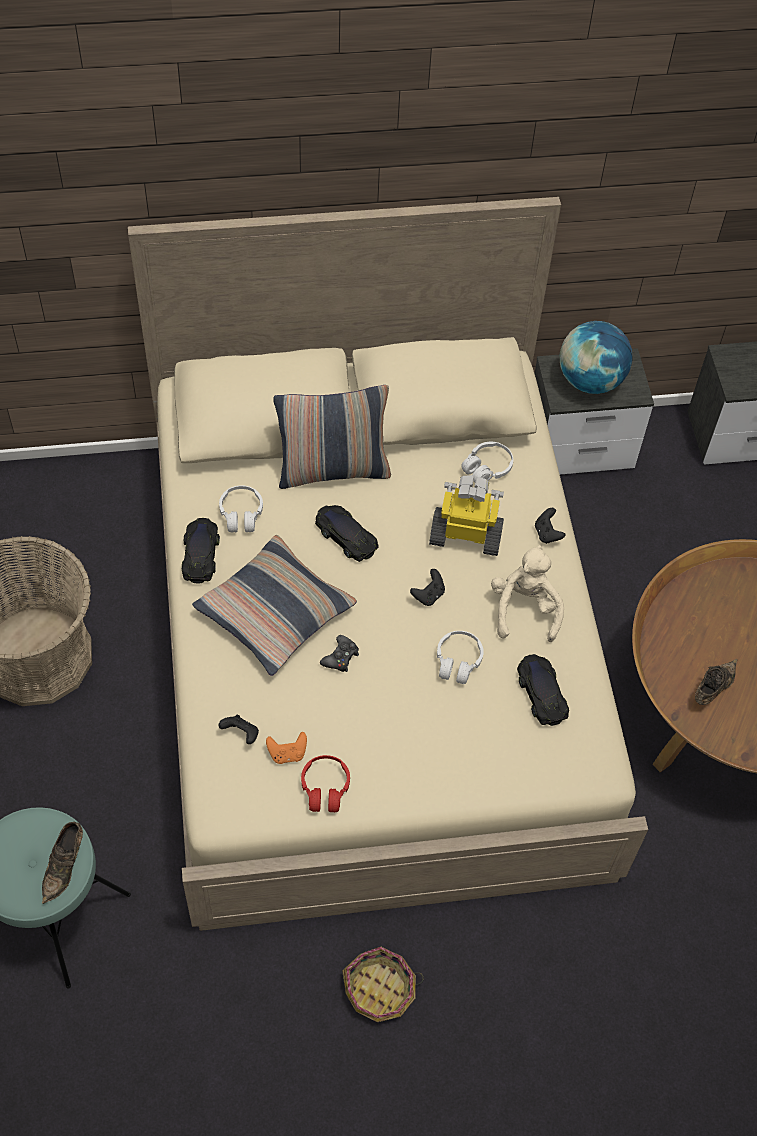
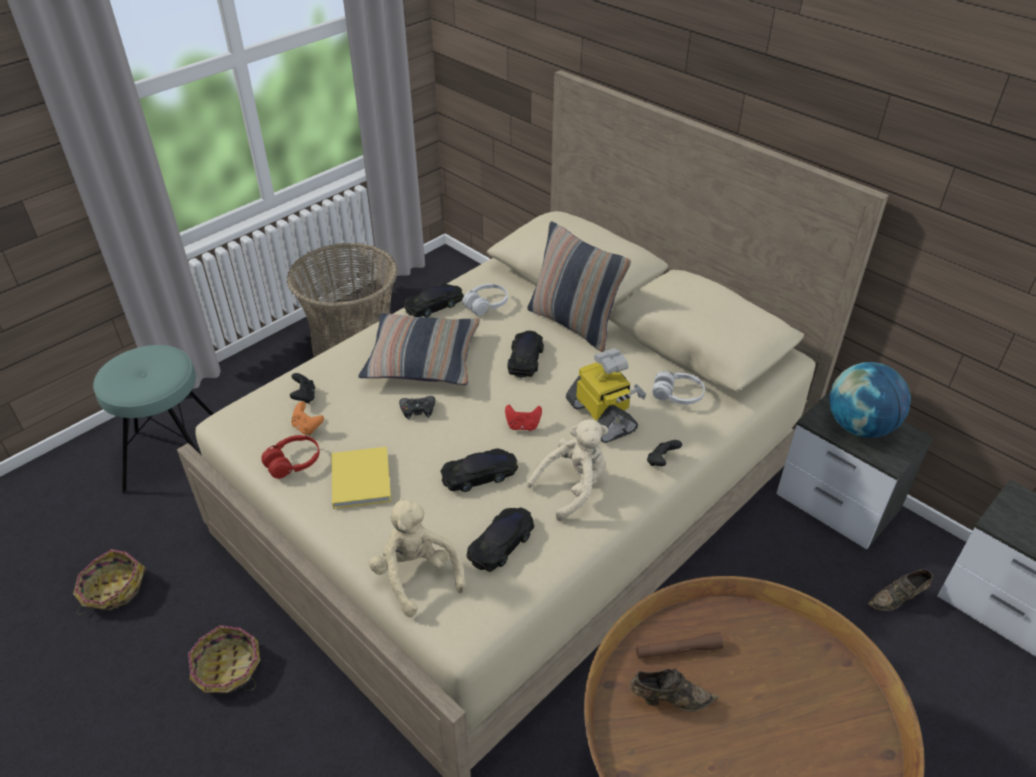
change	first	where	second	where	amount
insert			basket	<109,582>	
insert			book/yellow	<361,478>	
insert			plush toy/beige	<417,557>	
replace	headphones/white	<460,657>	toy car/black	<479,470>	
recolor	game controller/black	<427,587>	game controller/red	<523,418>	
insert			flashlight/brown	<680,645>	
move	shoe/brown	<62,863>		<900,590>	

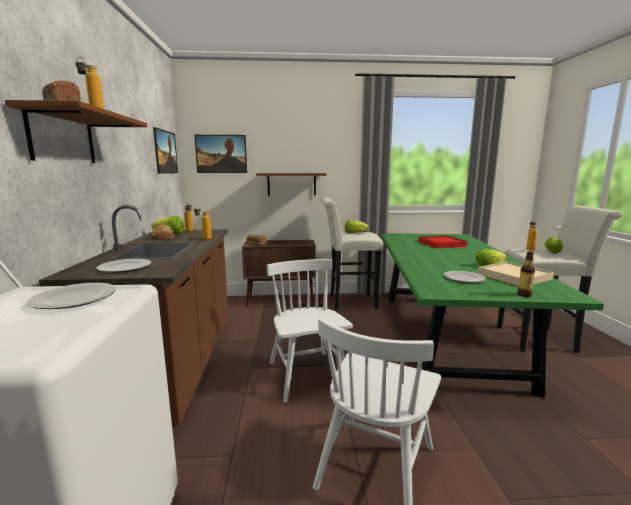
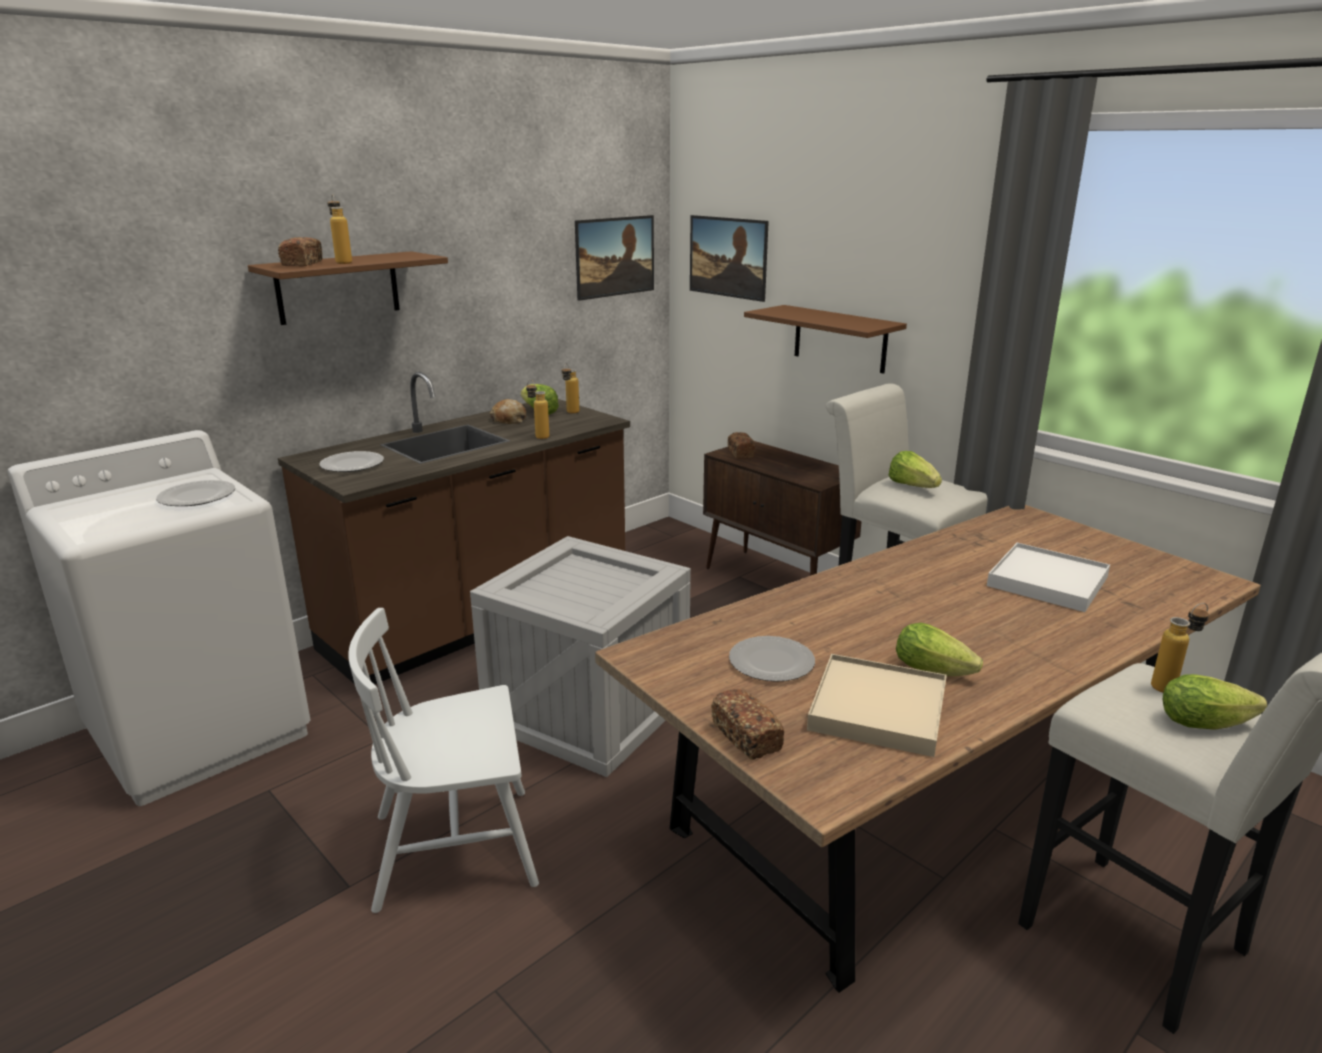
change	first	where	second	where	amount
replace	chair/white	<310,331>	crate	<580,656>	
recolor	dining table/green	<492,315>	dining table/brown	<928,749>	
replace	bottle	<526,274>	bread	<747,724>	
recolor	tray/red	<443,241>	tray/white	<1048,577>	

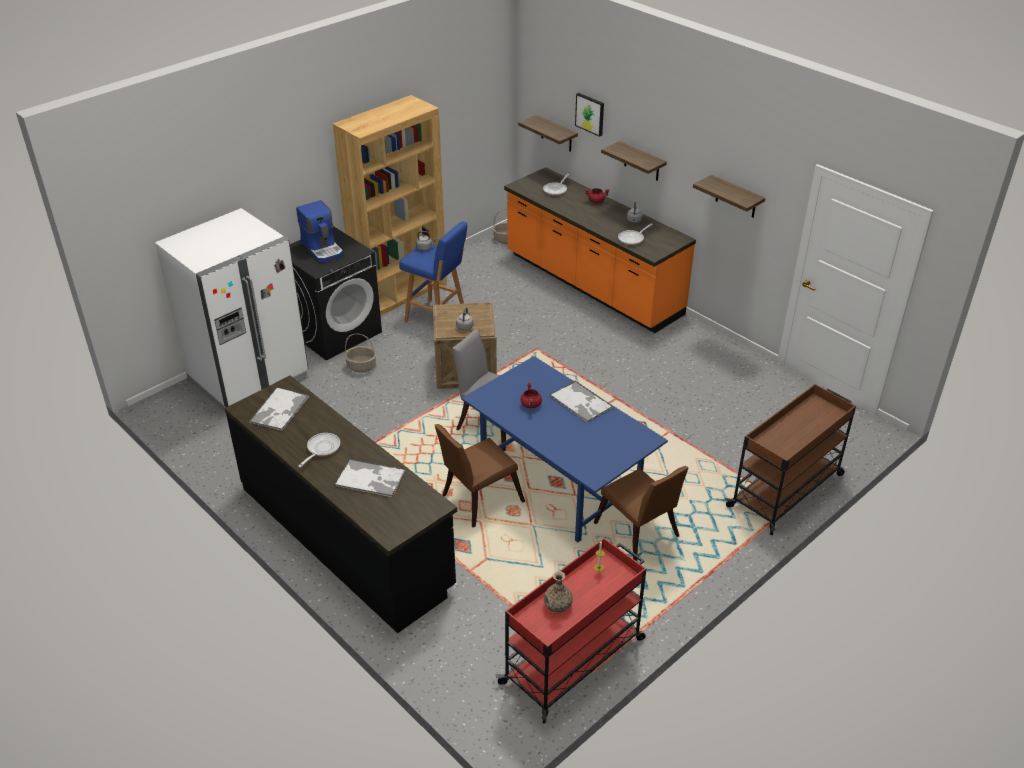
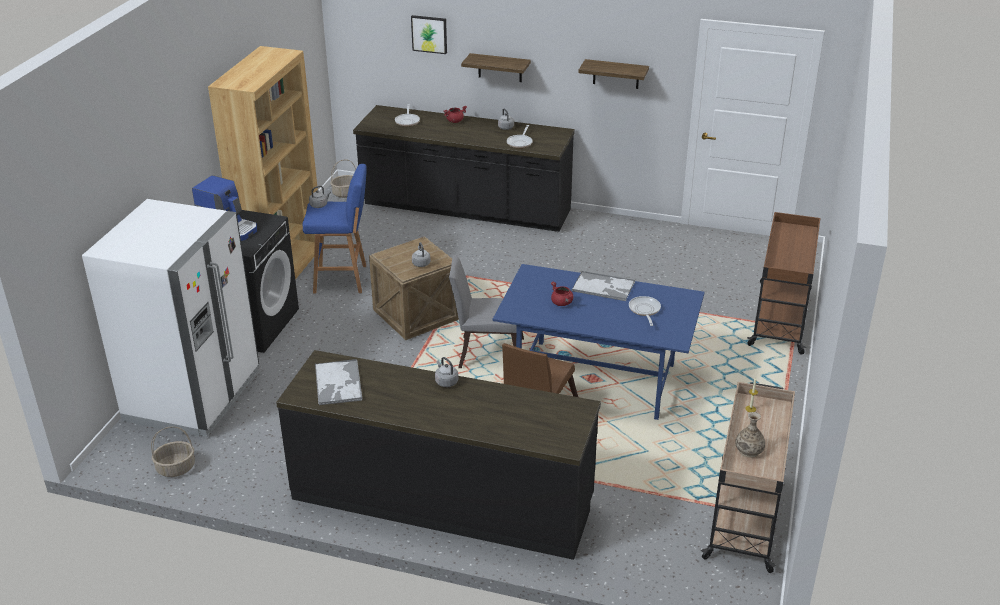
change	first	where	second	where	amount
move	basket	<360,353>		<173,451>	
recolor	counter/orange	<600,250>	counter/black	<464,168>	
insert			kettle/grey	<446,372>	
move	frying pan	<319,450>		<645,311>	
recolor	cart/red	<571,631>	cart/beige	<748,477>	
delete	tray	<370,478>			
delete	shelf	<548,133>			
delete	chair/brown	<641,513>			

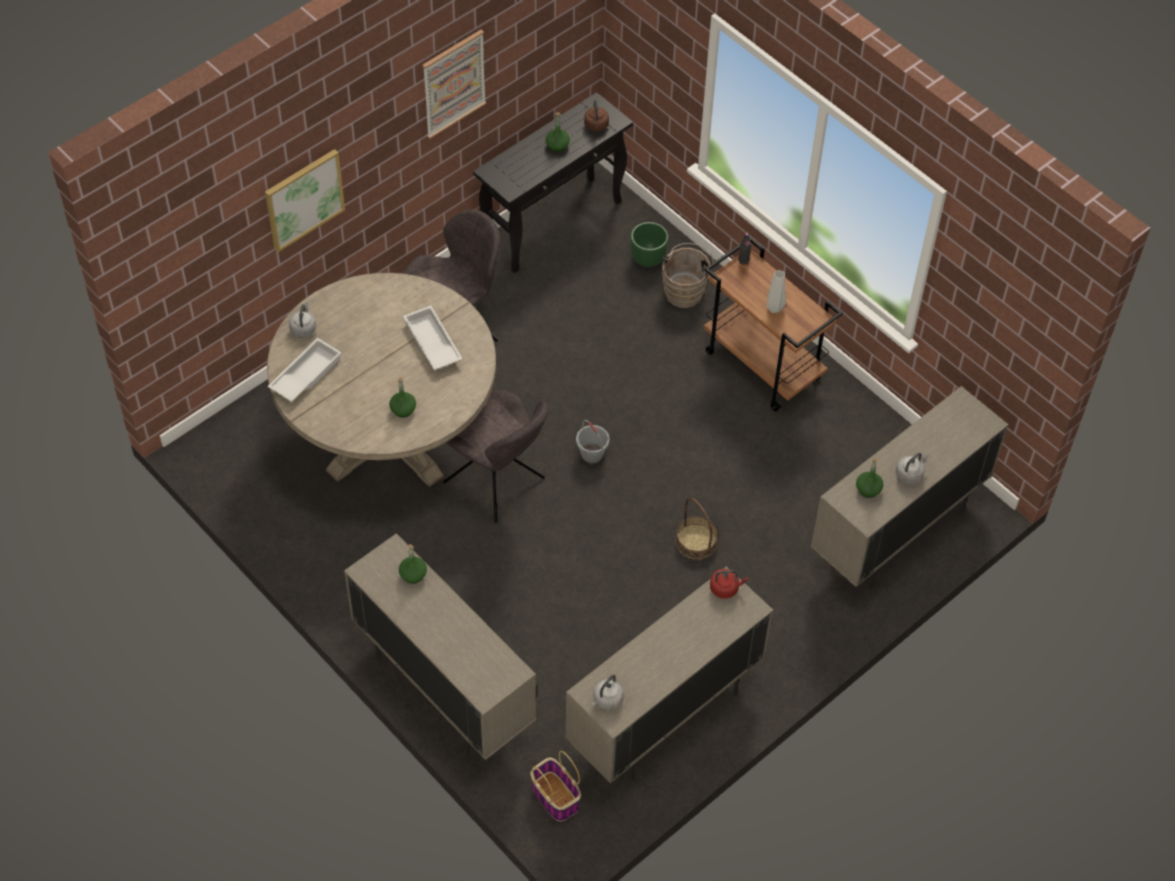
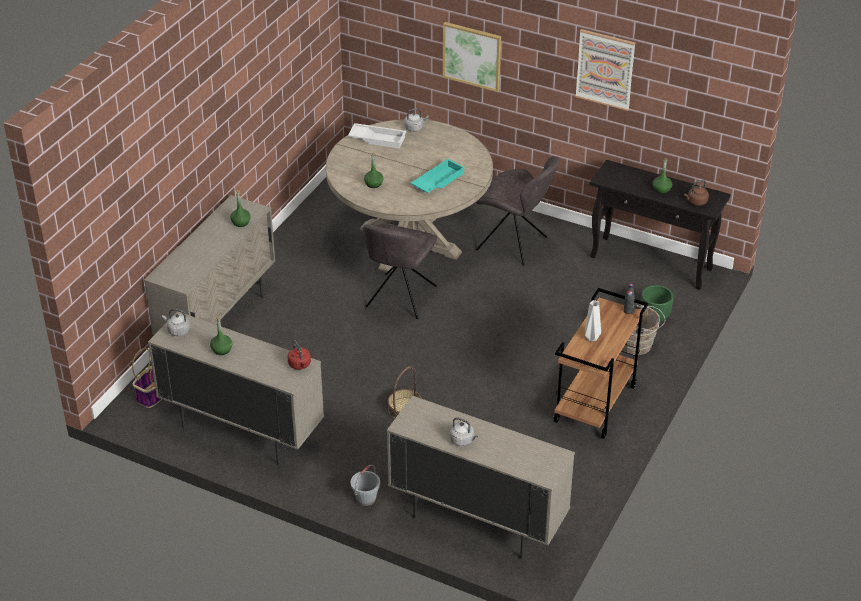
change	first	where	second	where	amount
move	bottle/green	<870,478>		<221,335>	
move	bucket/grey	<592,442>		<365,485>	
recolor	tray/white	<432,338>	tray/turquoise	<437,176>	

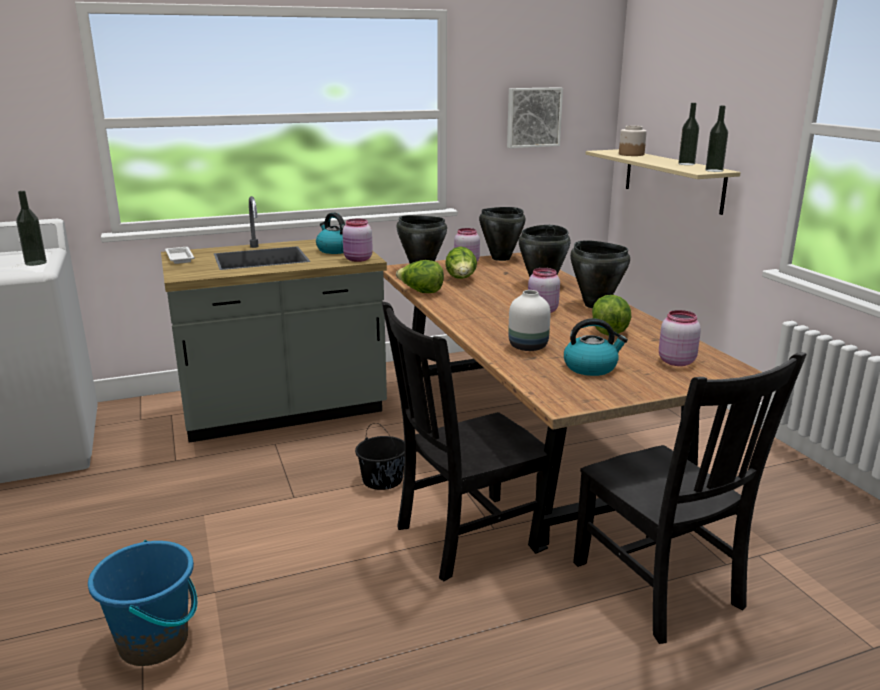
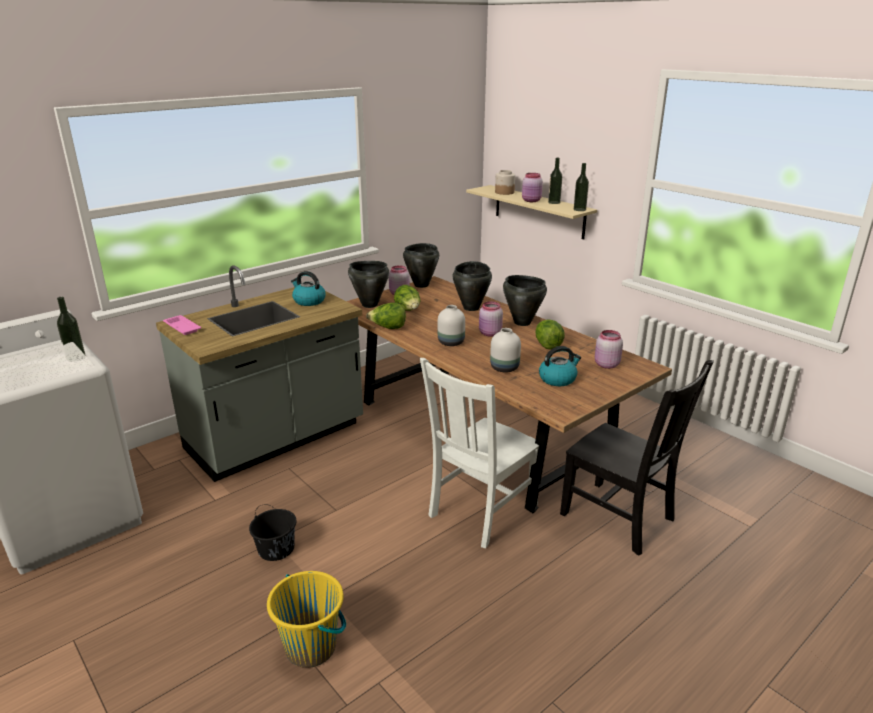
change	first	where	second	where	amount
recolor	tray/white	<180,255>	tray/pink	<182,325>	
move	bucket/black	<380,456>		<273,533>	
recolor	bucket/blue	<142,603>	bucket/yellow	<306,619>	
recolor	chair/black	<466,441>	chair/white	<479,453>	
insert			vase/white	<451,325>	
move	jar/pink	<357,240>		<532,187>	
delete	picture	<535,117>			

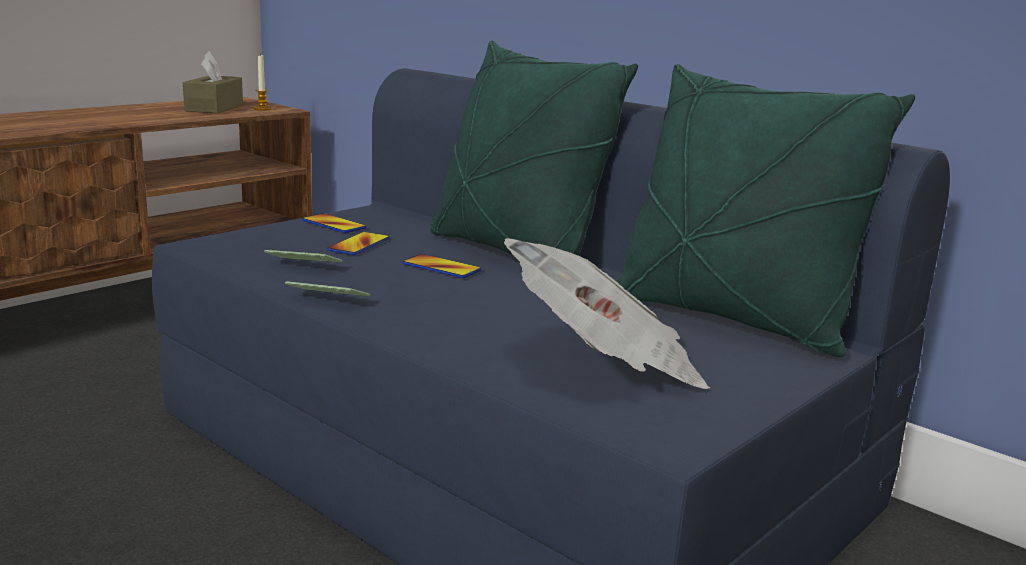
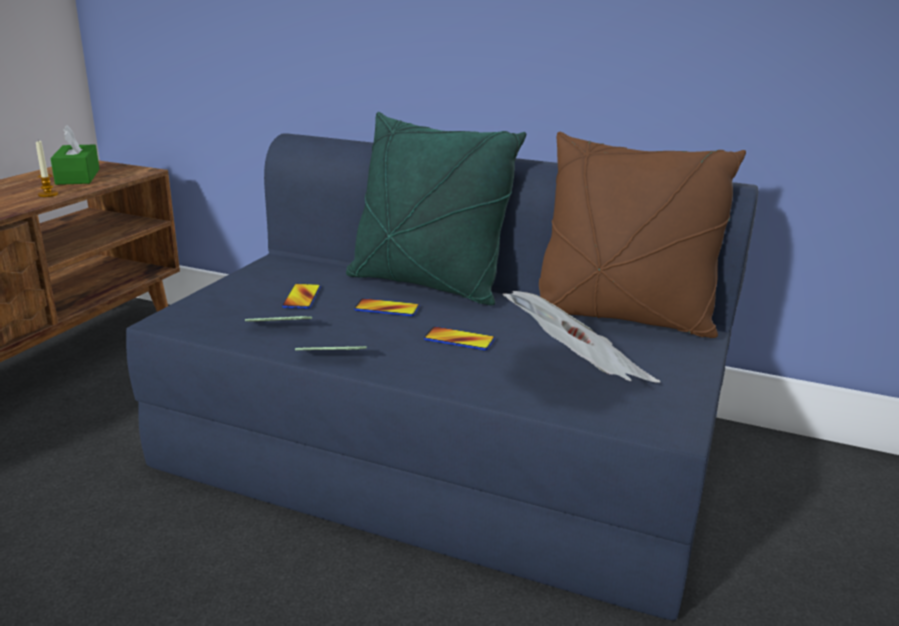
change	first	where	second	where	amount
move	candle	<262,82>		<47,168>	
recolor	tissue box/brown	<213,82>	tissue box/green	<75,155>	
move	phone	<334,223>		<459,338>	
recolor	pillow/green	<765,210>	pillow/brown	<642,235>	

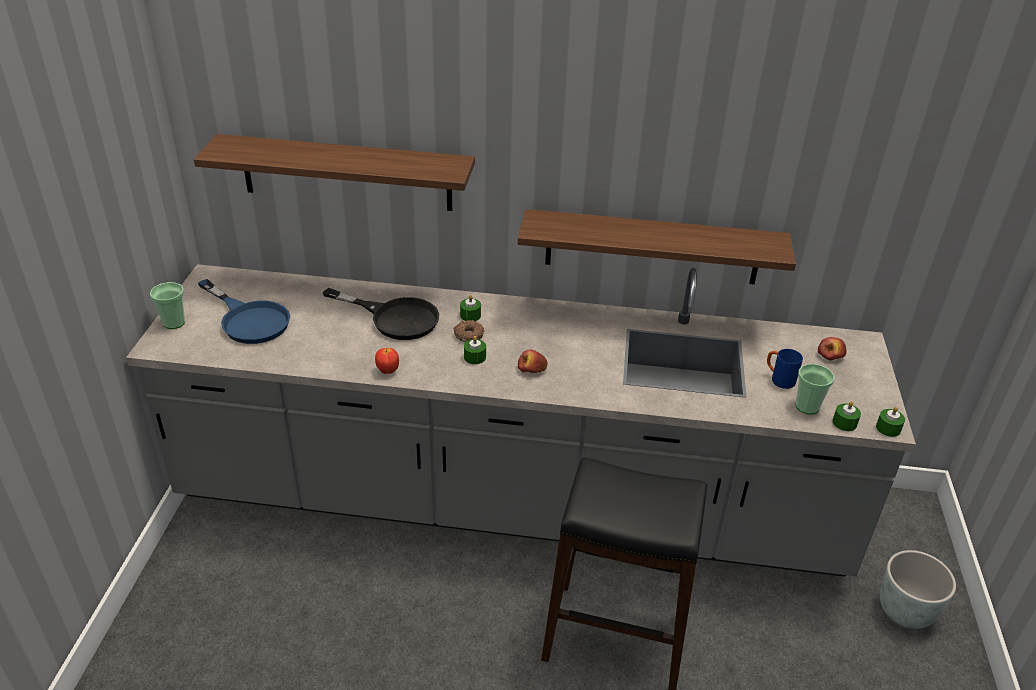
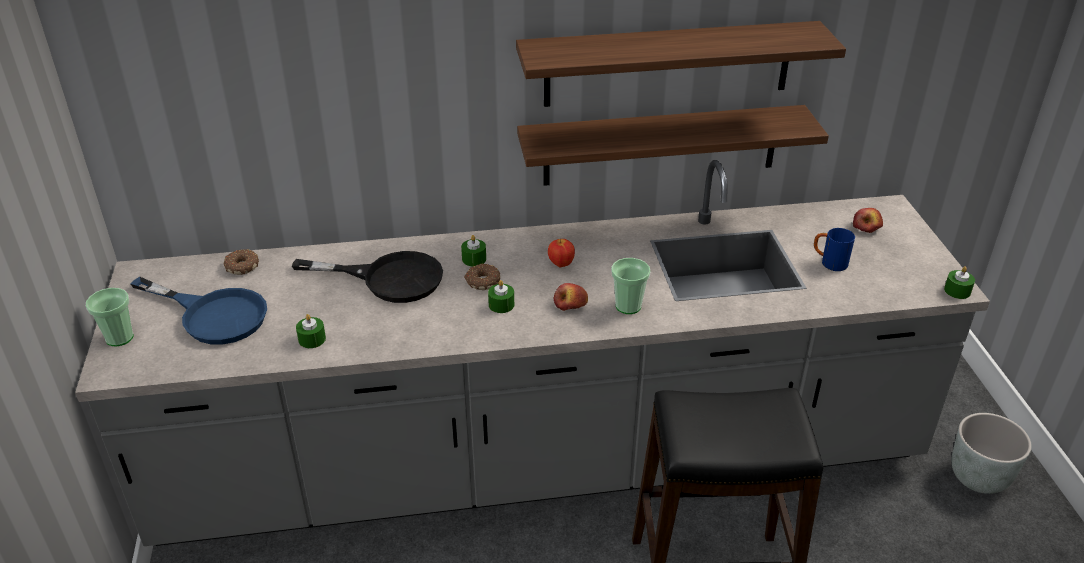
change	first	where	second	where	amount
insert			donut	<241,262>	
move	candle/green	<847,416>		<311,331>	
move	shelf	<334,172>		<681,64>	
move	apple	<387,361>		<561,253>	
move	cup	<815,389>		<631,286>	

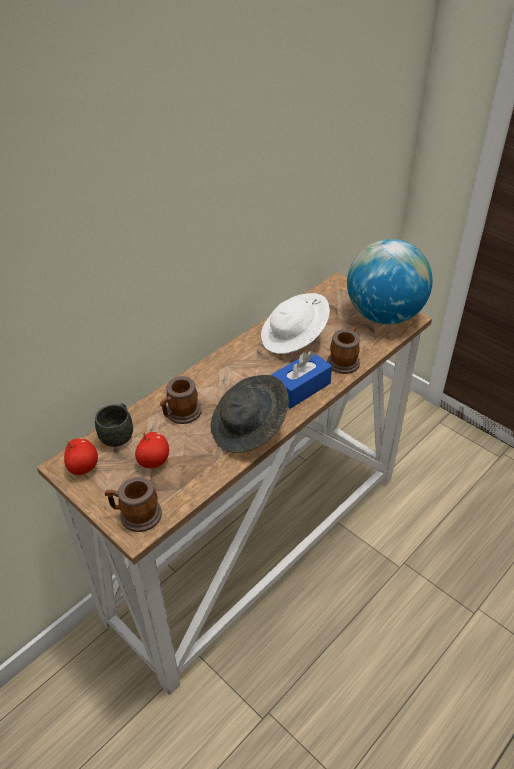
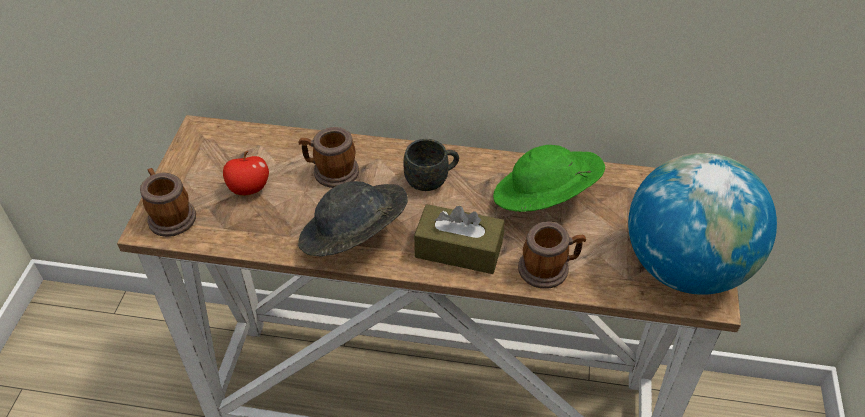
change	first	where	second	where	amount
move	mug/grey	<114,425>		<431,165>	
recolor	tissue box/blue	<301,380>	tissue box/brown	<459,239>	
recolor	hat/white	<295,323>	hat/green	<549,178>	
delete	apple	<81,456>			

